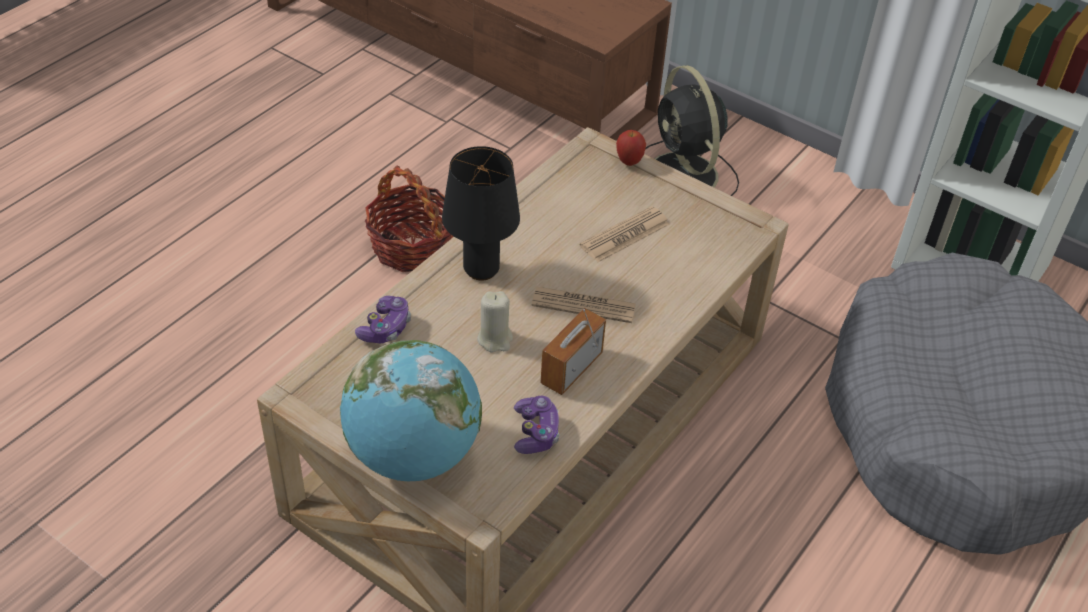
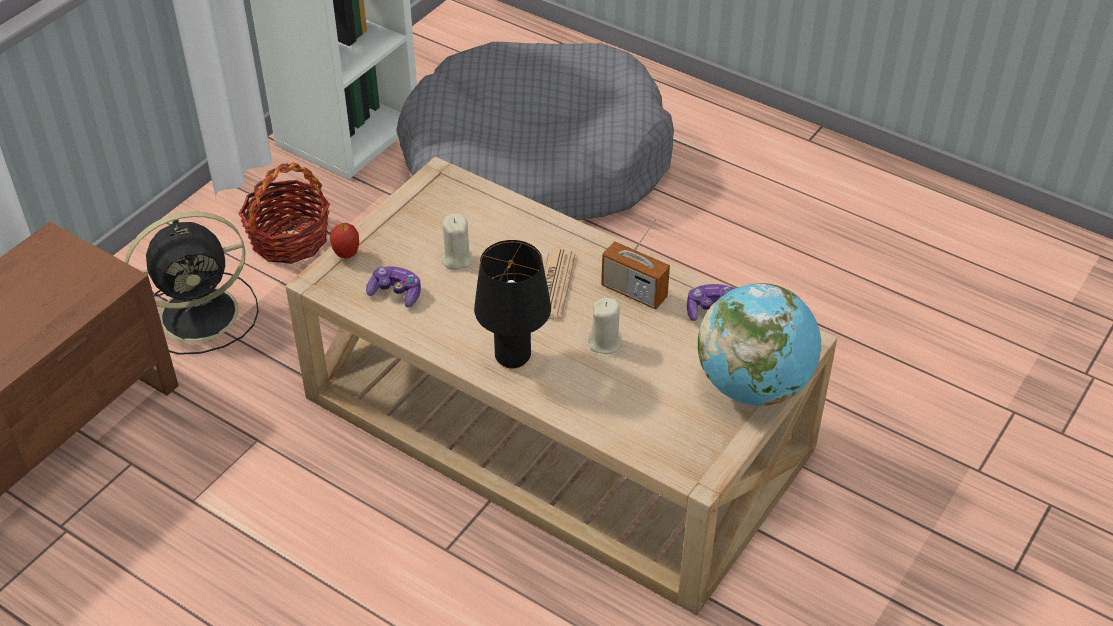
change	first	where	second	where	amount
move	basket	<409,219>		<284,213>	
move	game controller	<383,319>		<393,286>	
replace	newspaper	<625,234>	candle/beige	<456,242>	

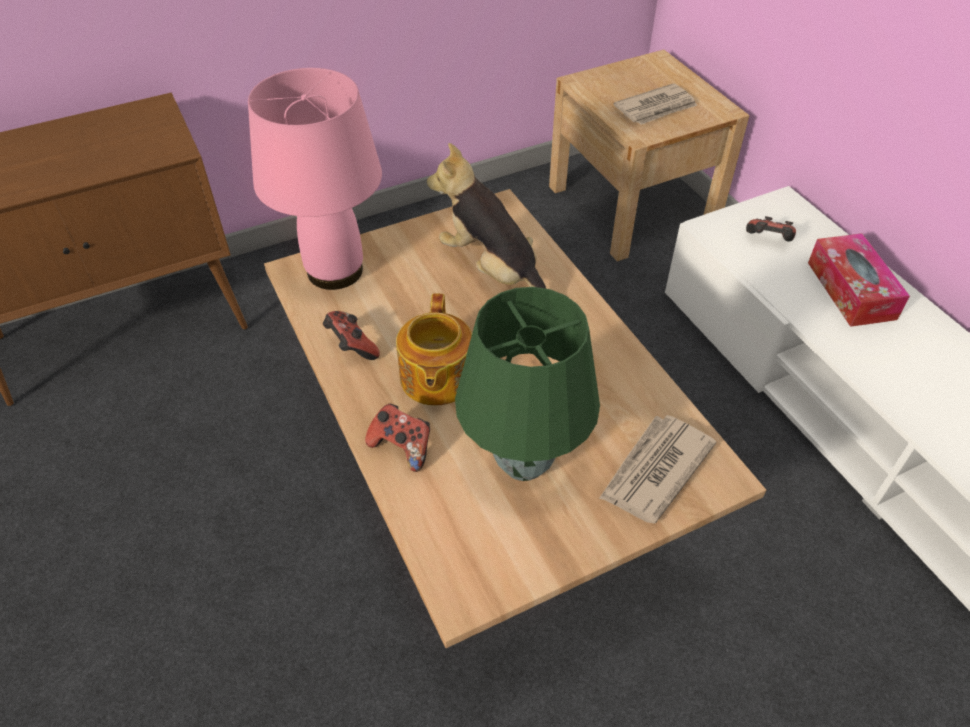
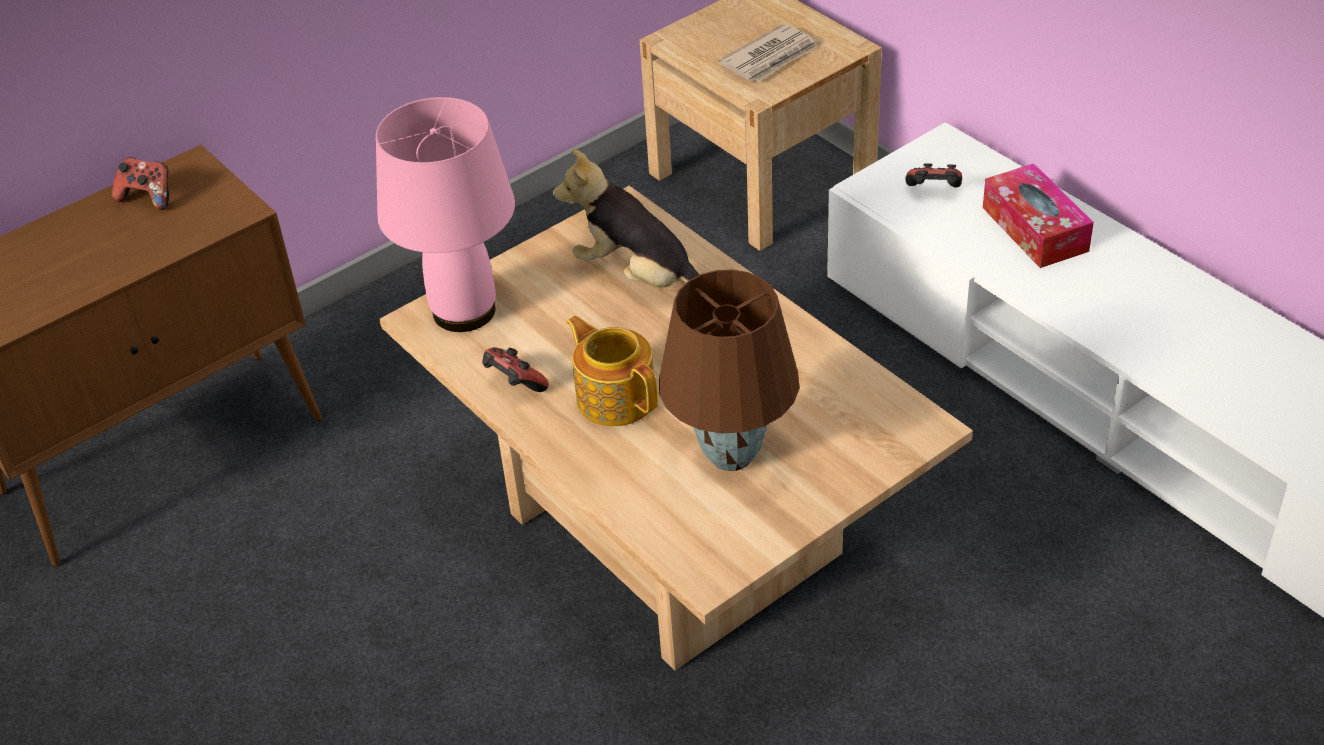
change	first	where	second	where	amount
move	game controller	<397,438>		<140,183>	
rotate	teapot	<434,350>		<612,371>	150 degrees clockwise
recolor	table lamp/green	<527,384>	table lamp/brown	<729,370>	
delete	newspaper	<657,469>			

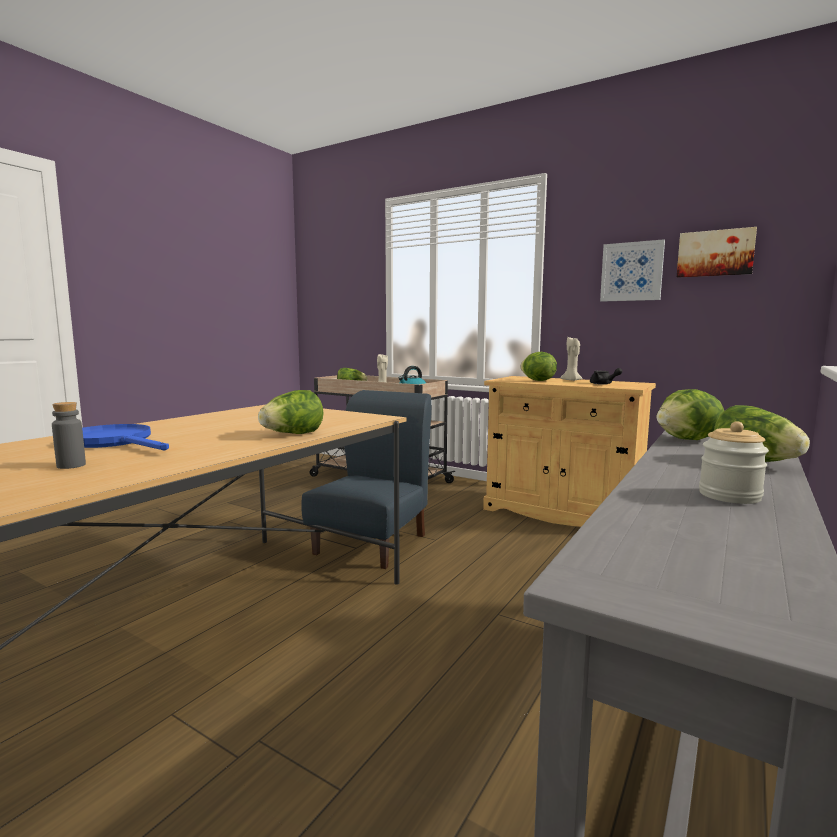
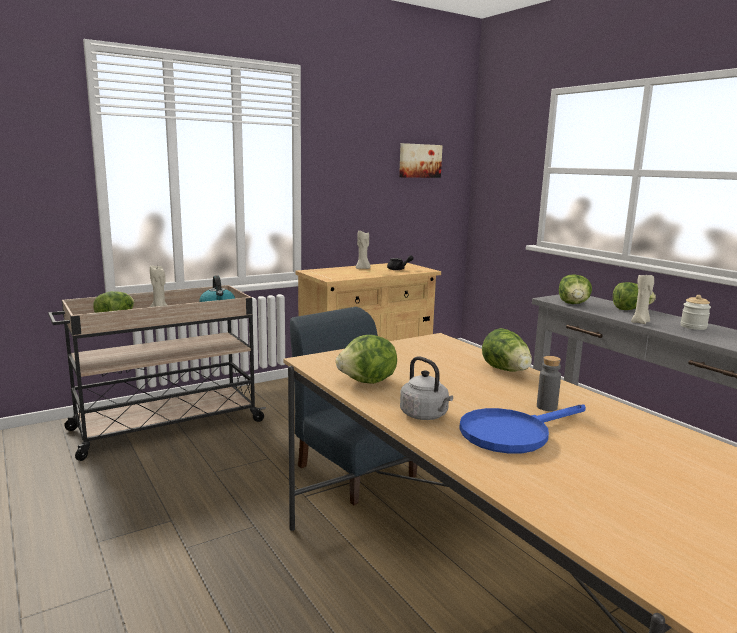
change	first	where	second	where	amount
move	lettuce	<538,366>		<366,359>	
insert			kettle/grey	<426,388>	
move	bottle/grey	<69,435>		<549,383>	
insert			candle/beige	<642,299>	
delete	picture	<632,270>			

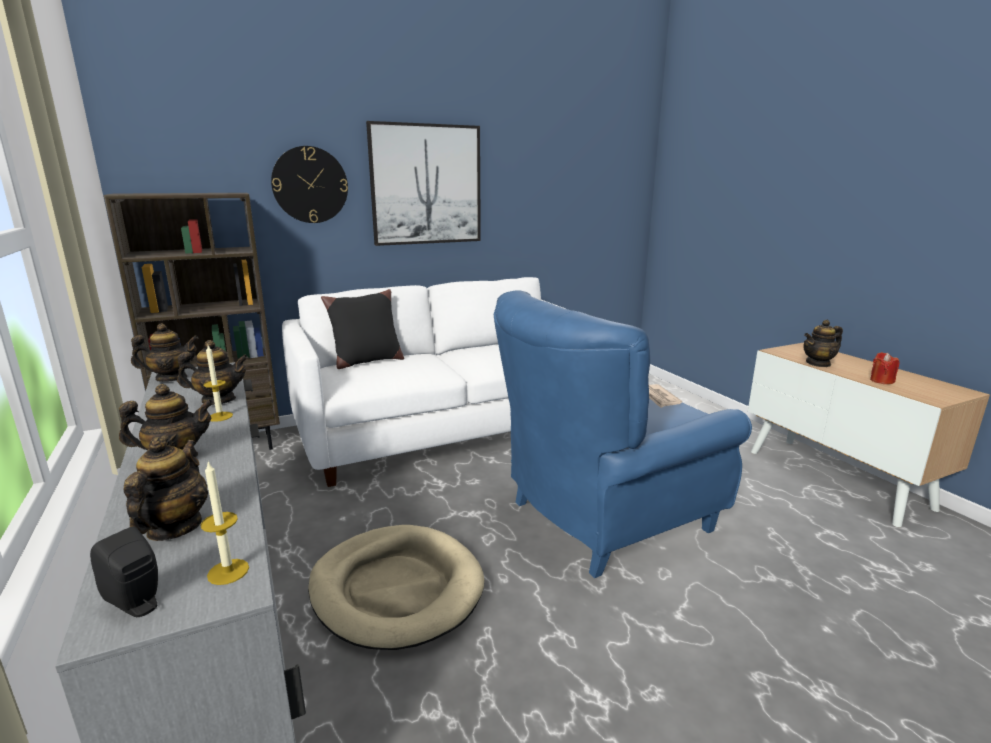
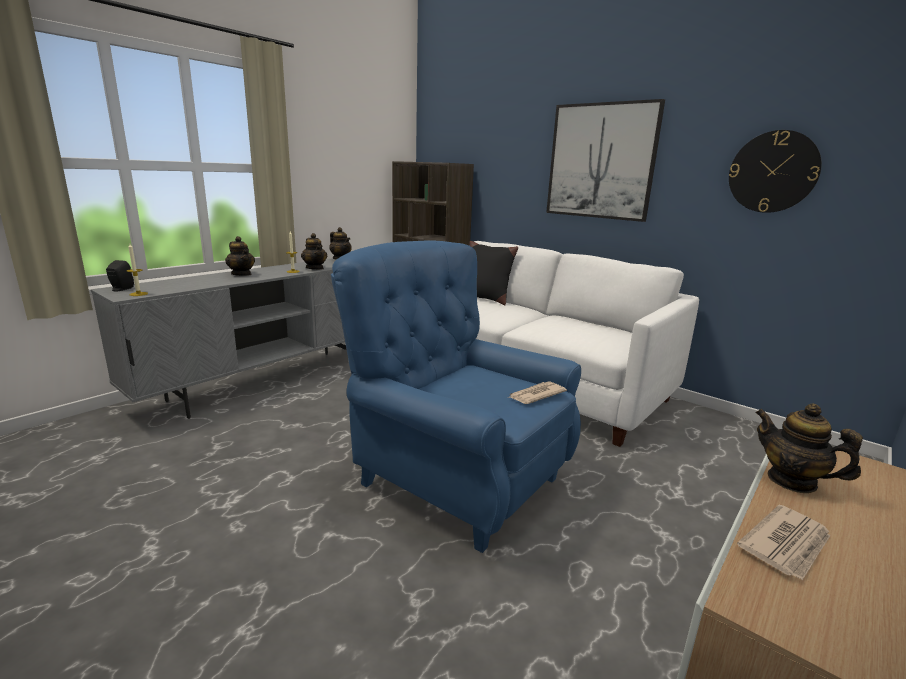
change	first	where	second	where	amount
move	wall clock	<309,184>		<775,171>	
replace	candle/red	<885,368>	newspaper	<783,542>	
delete	teapot	<166,489>			
delete	dog bed/beige	<396,587>			

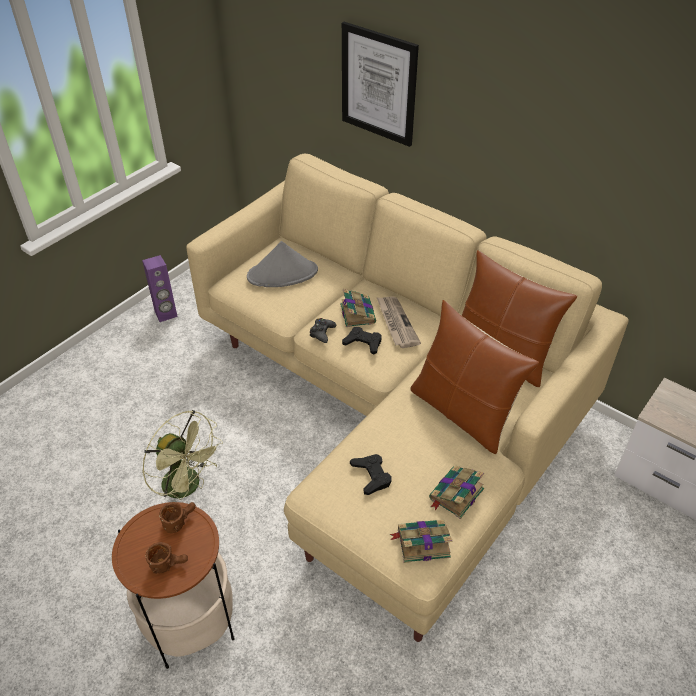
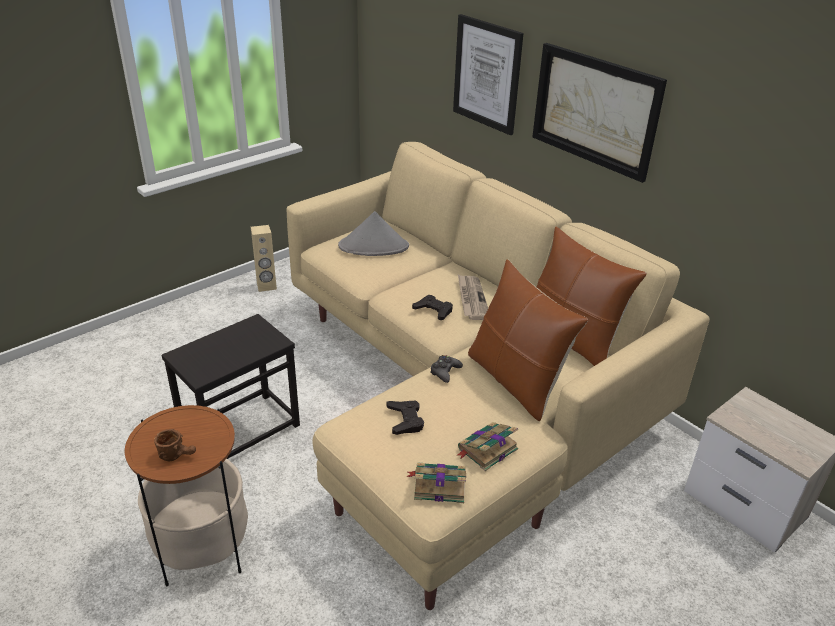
change	first	where	second	where	amount
replace	fan/green	<182,455>	side table/black	<231,386>	
recolor	speaker/purple	<160,288>	speaker/beige	<264,258>	
move	game controller/black	<322,330>		<447,369>	
insert			picture	<599,113>	
delete	mug/brown	<177,517>			
delete	book	<358,308>			

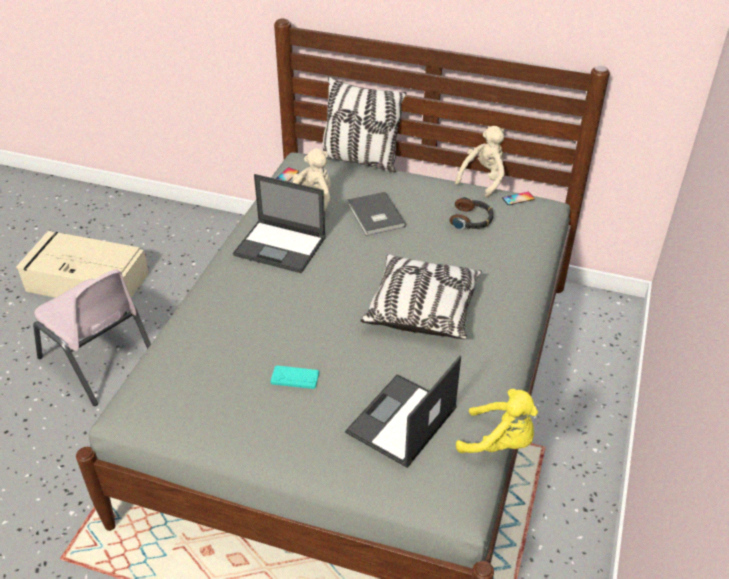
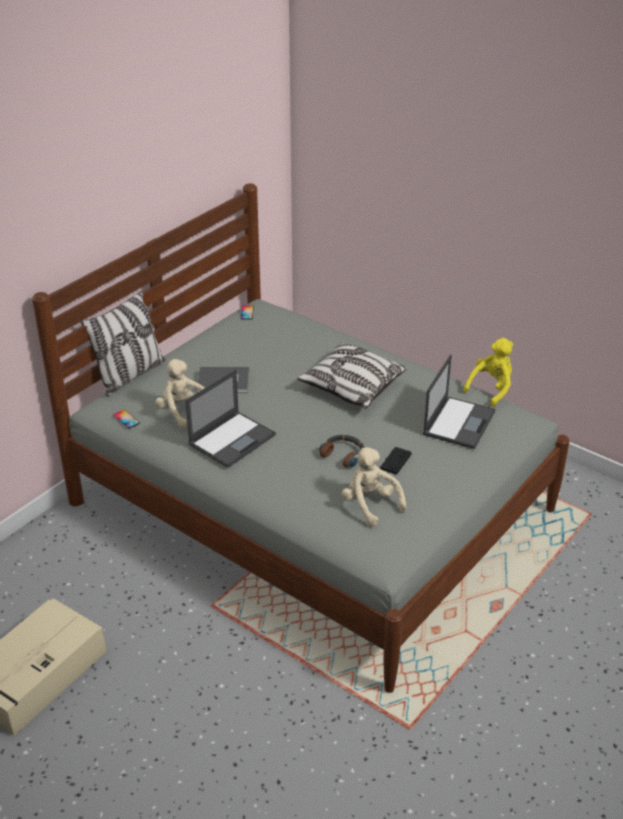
change	first	where	second	where	amount
move	headphones	<471,213>		<341,451>	
move	plush toy/beige	<480,162>		<374,487>	
recolor	game controller/turquoise	<294,377>	game controller/black	<396,460>	
rotate	laptop	<403,412>		<459,402>	120 degrees counterclockwise
delete	chair/pink	<92,337>			

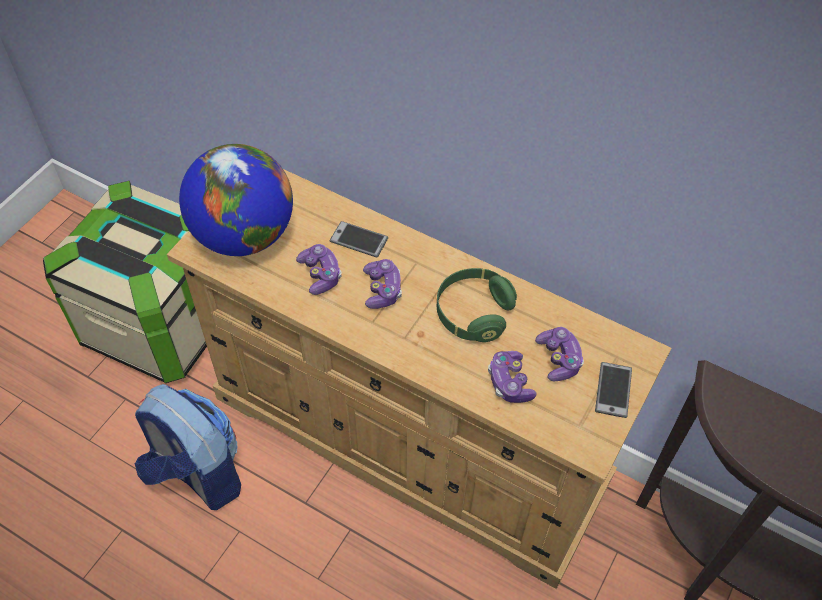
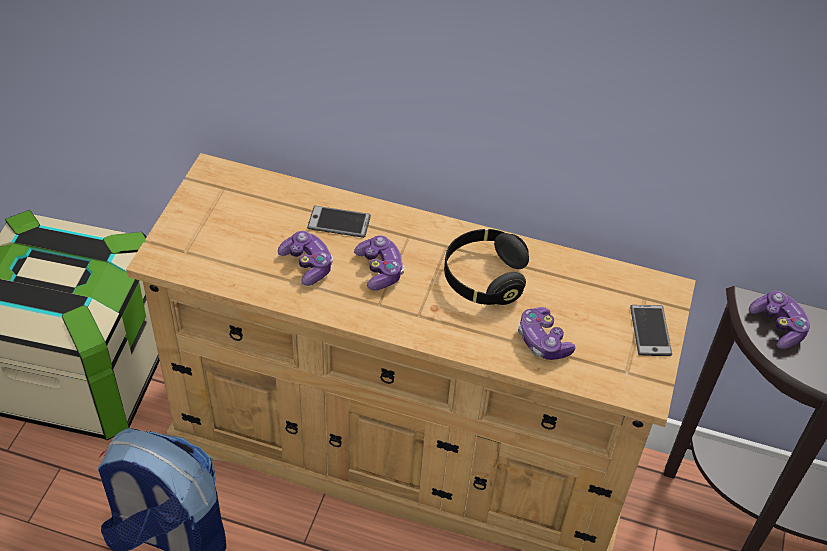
change	first	where	second	where	amount
recolor	headphones/green	<477,305>	headphones/black	<486,267>	
move	game controller	<559,354>		<779,320>	
delete	globe	<236,200>			

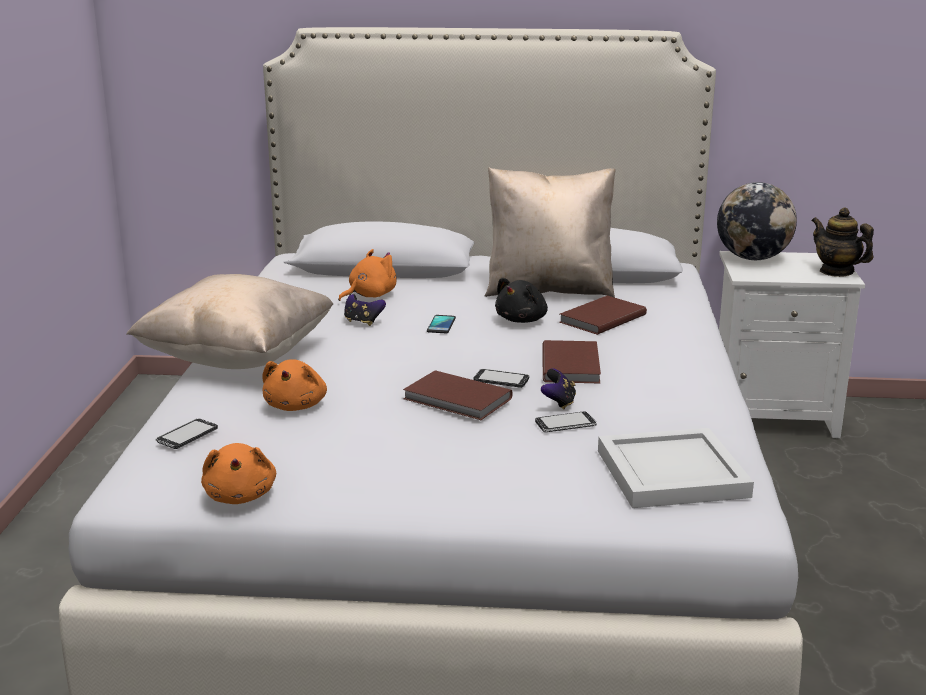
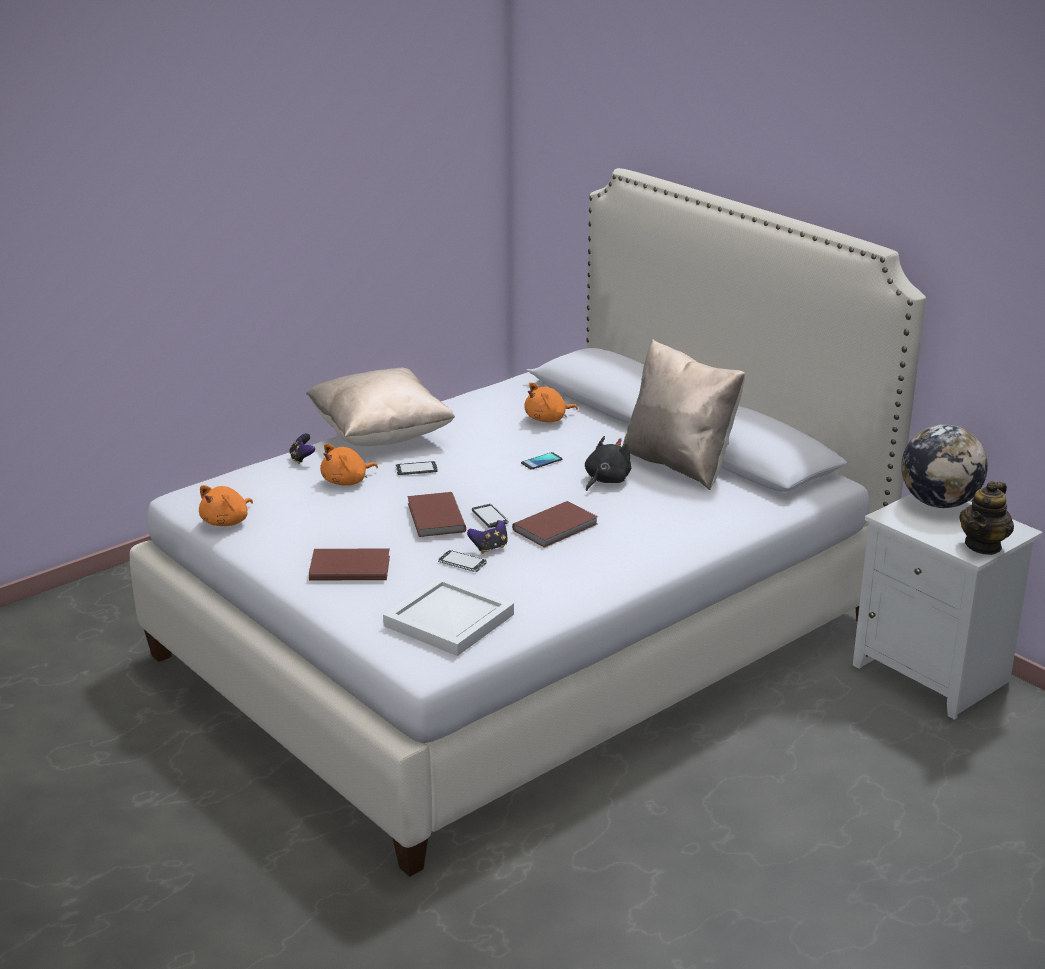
change	first	where	second	where	amount
move	game controller	<365,310>		<302,448>	
move	book/brown	<603,315>		<349,564>	
move	phone	<187,433>		<417,468>	
rotate	plush toy/orange	<367,275>		<551,402>	150 degrees clockwise
rotate	plush toy/black	<521,300>		<608,463>	135 degrees clockwise
rotate	teapot	<842,242>		<986,518>	150 degrees counterclockwise

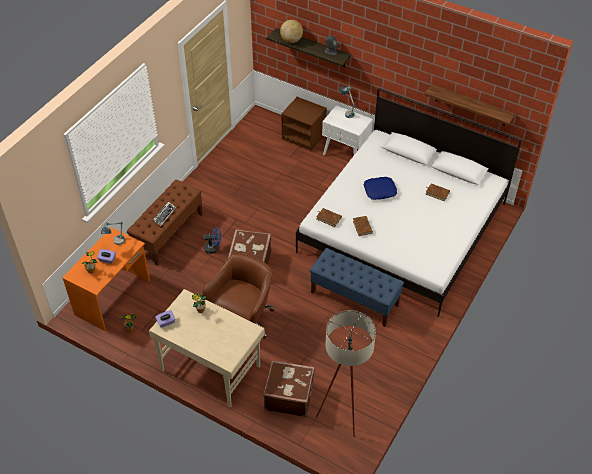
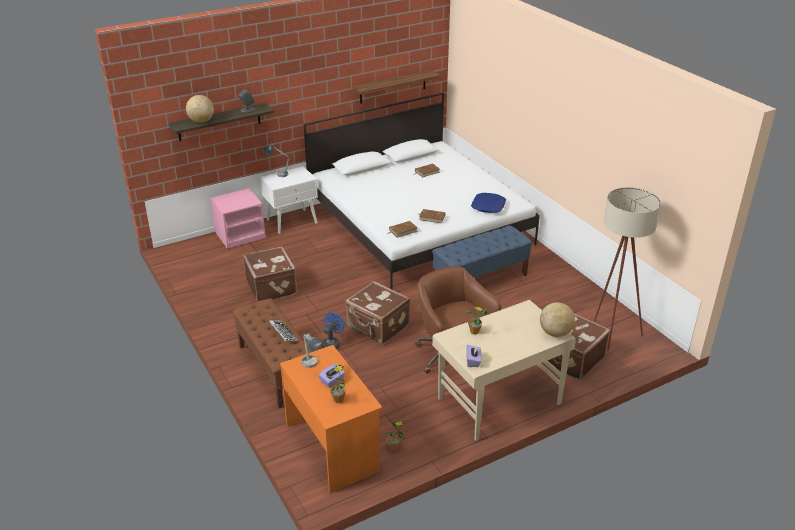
change	first	where	second	where	amount
recolor	nightstand/brown	<304,124>	nightstand/pink	<238,218>	
insert			suitcase/brown	<270,273>	
move	pillow/blue	<380,188>		<488,203>	
insert			globe	<557,319>	

